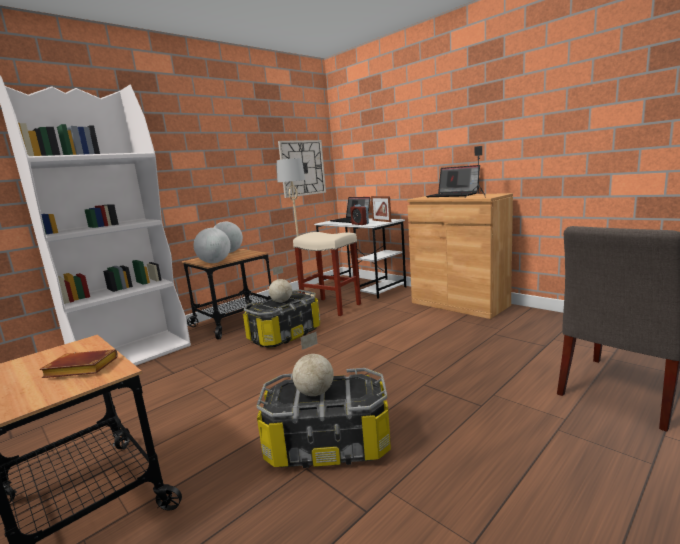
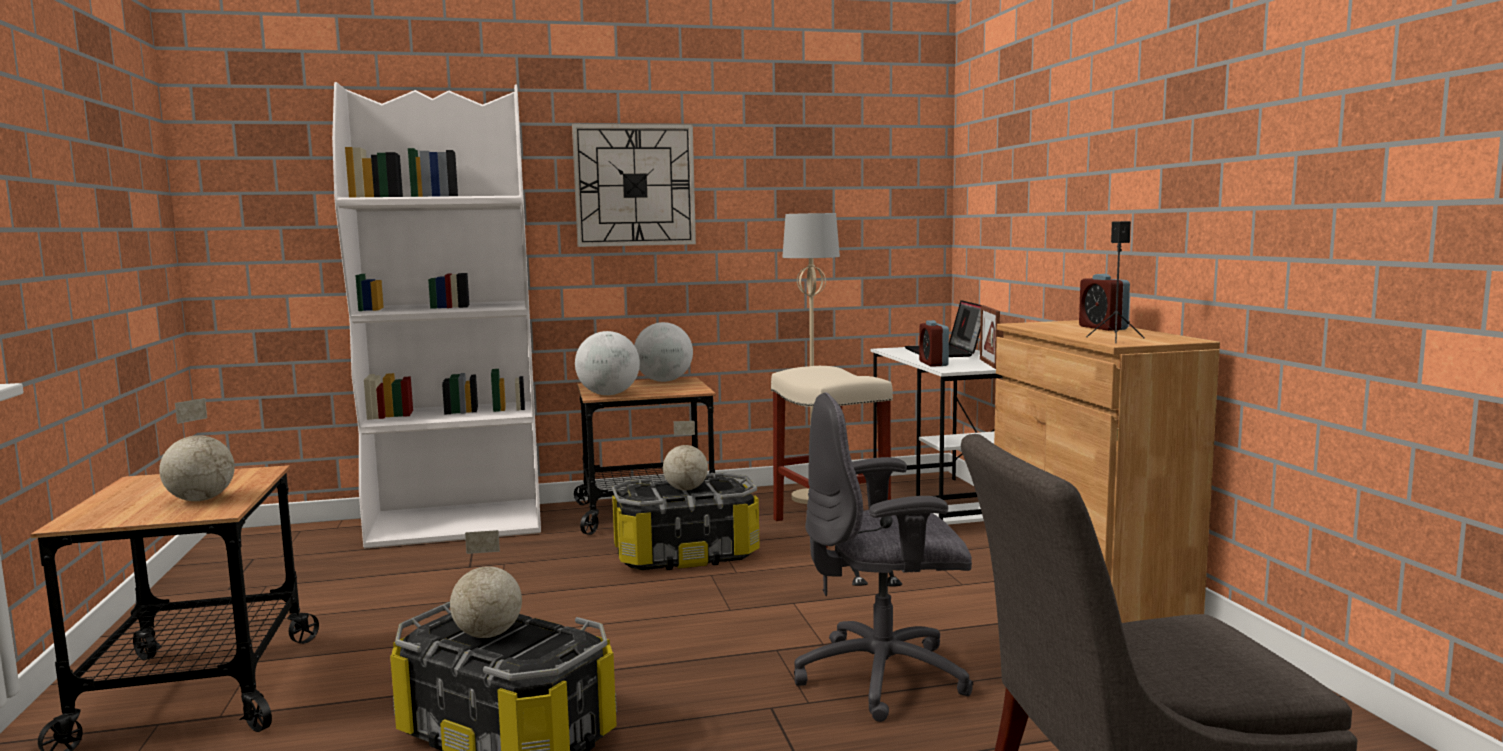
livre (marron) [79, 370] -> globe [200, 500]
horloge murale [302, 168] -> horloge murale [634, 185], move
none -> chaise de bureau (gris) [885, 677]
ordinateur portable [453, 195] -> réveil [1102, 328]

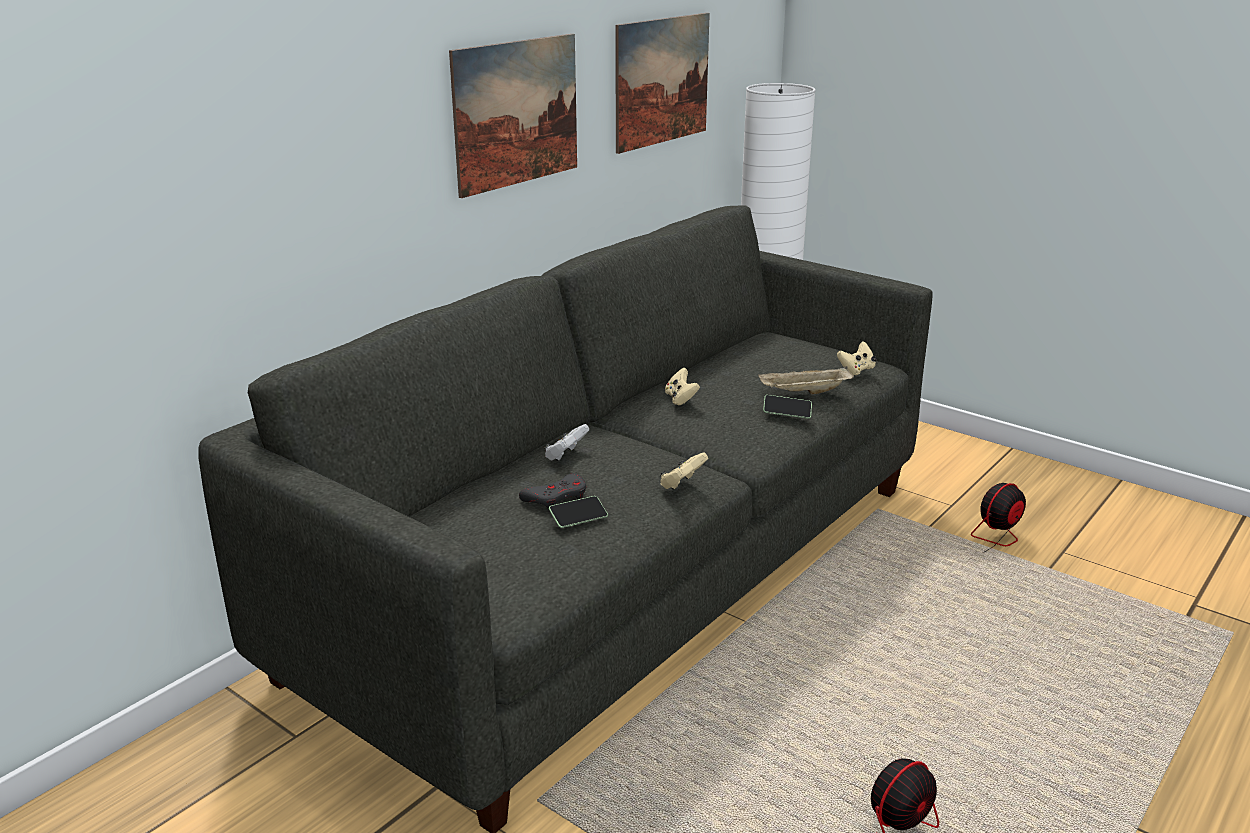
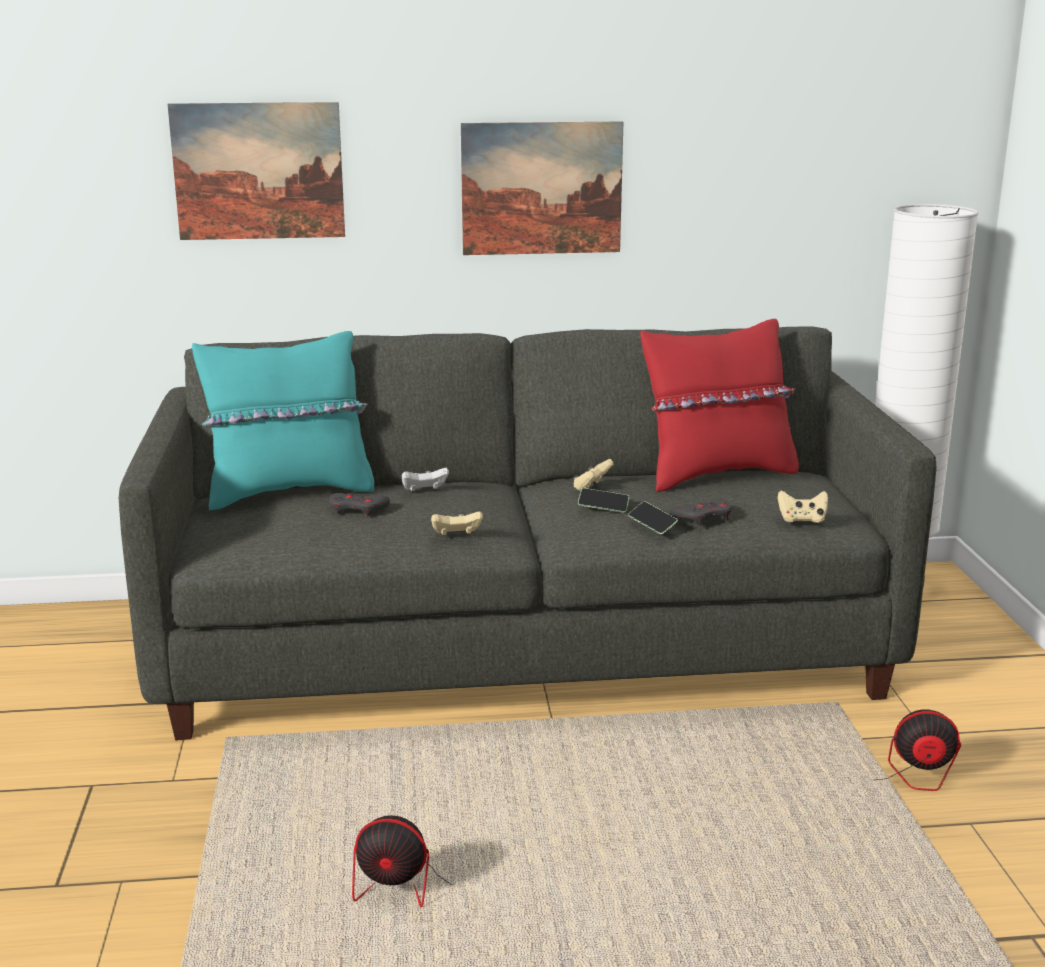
tableau [662, 81] -> tableau [258, 171], move
none -> coussin (turquoise) [289, 492]
téléphone [578, 519] -> téléphone [603, 507], move
none -> coussin (rouge) [717, 474]
plateau (beige) [804, 393] -> manette (gris) [704, 517]

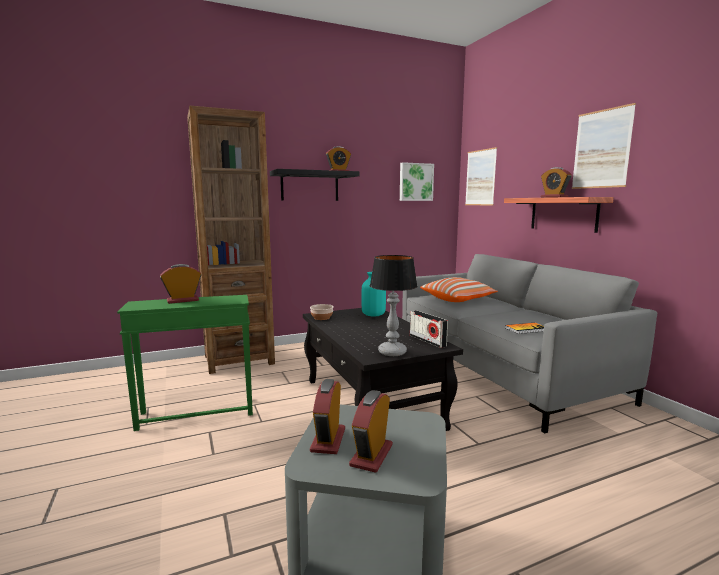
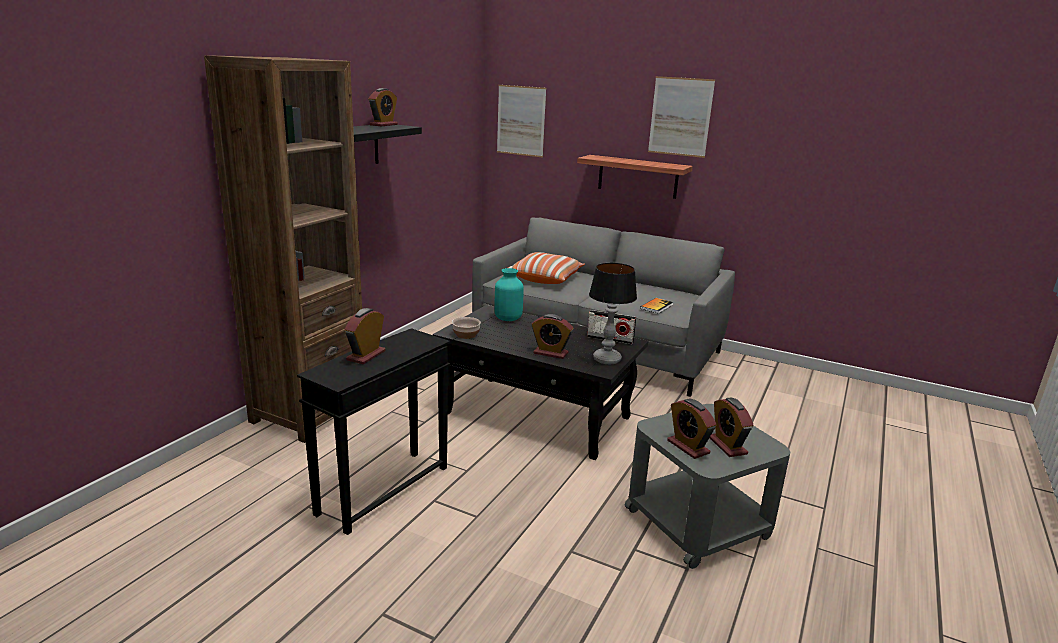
table d'appoint (vert) [196, 413] -> table d'appoint (noir) [382, 490]
réveil [554, 197] -> réveil [550, 353], move
tableau [415, 182] -> none

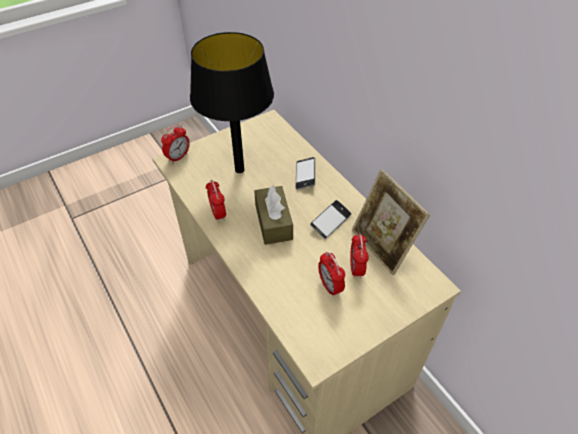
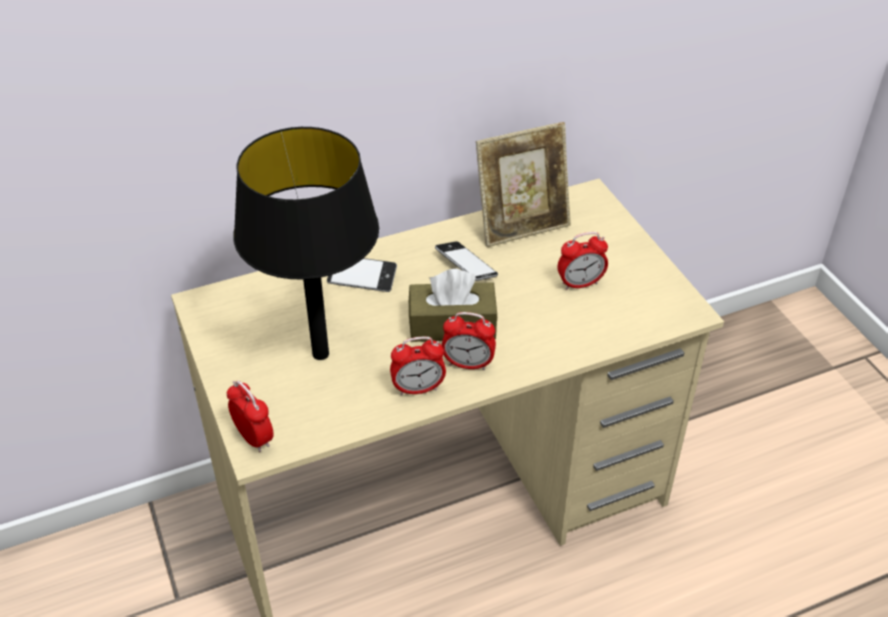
réveil [356, 268] -> réveil [468, 364], move

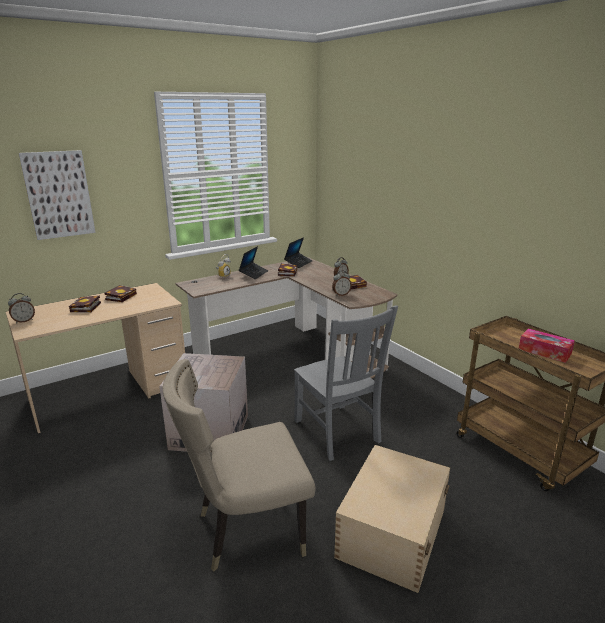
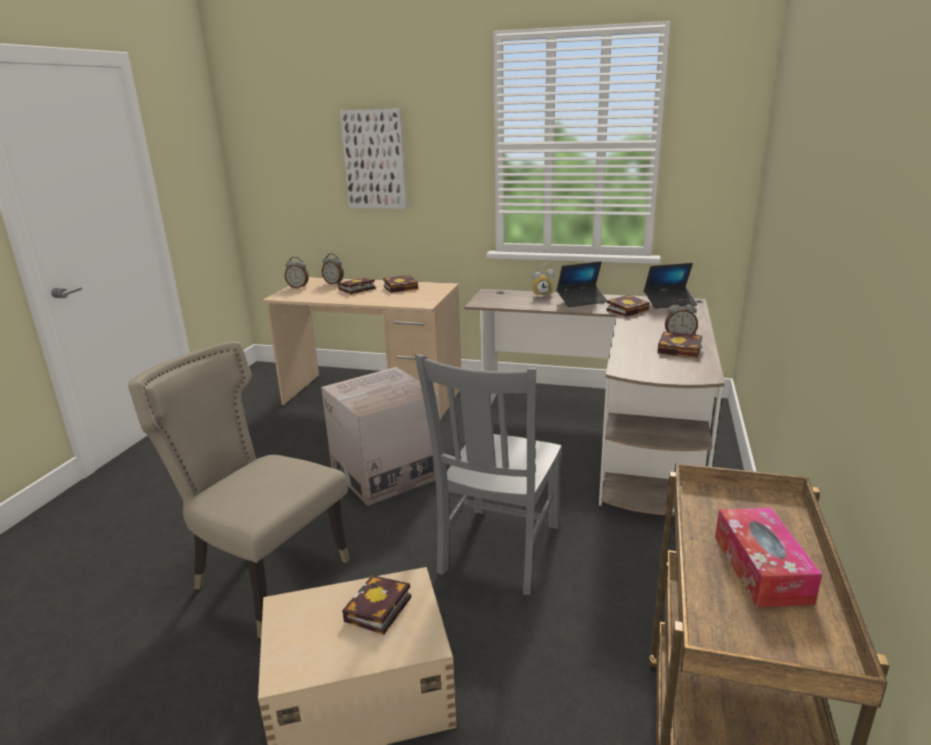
réveil [341, 294] -> réveil [334, 283], move
none -> livre [377, 611]

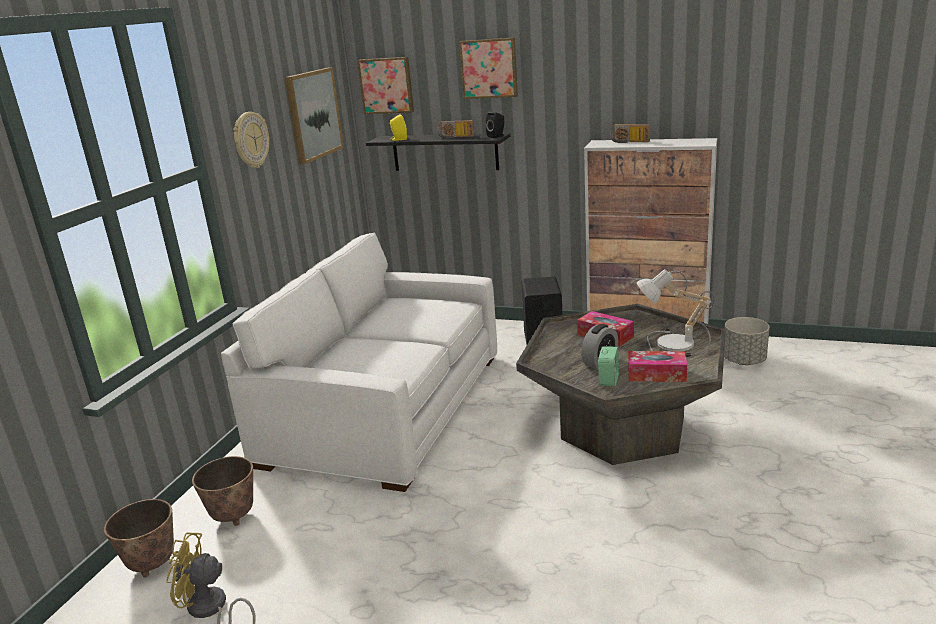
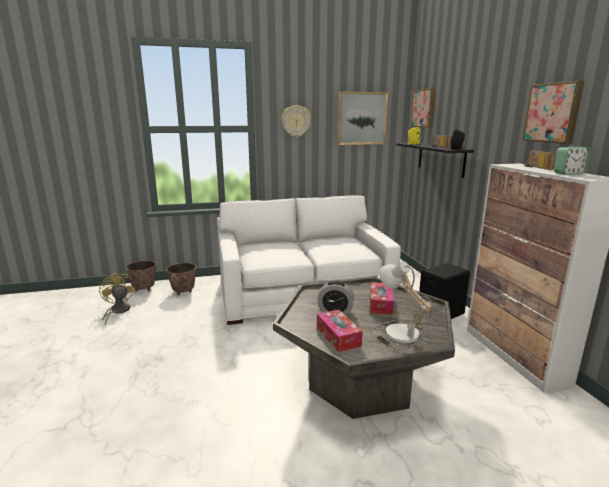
tableau [489, 68] -> tableau [553, 113], move
réveil [608, 380] -> réveil [569, 173], move
cache-pot (gris) [744, 360] -> none

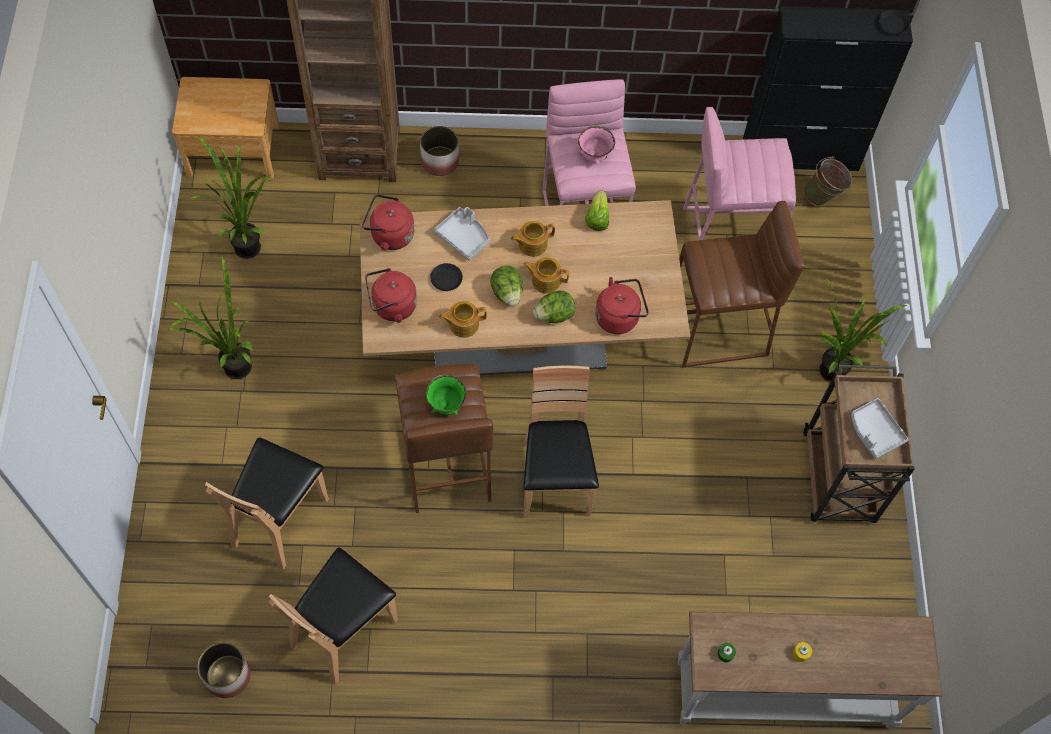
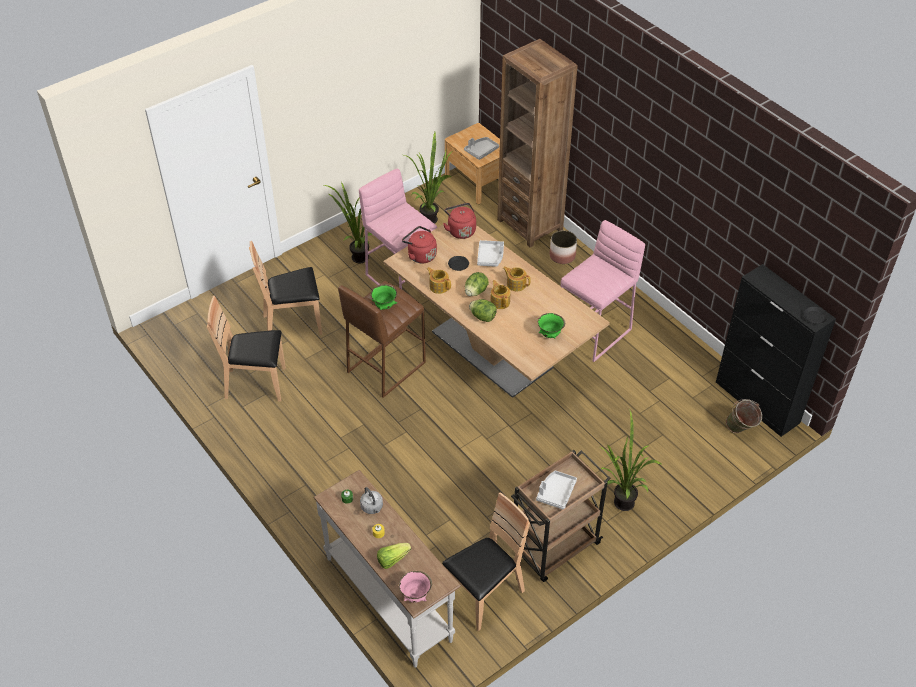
tabouret (rose) [726, 234] -> tabouret (rose) [401, 279], move
none -> bouilloire (gris) [372, 507]
laitue [597, 218] -> laitue [392, 559], move
bol (rose) [595, 156] -> bol (rose) [416, 596], move
chaise (marron) [555, 479] -> chaise (marron) [485, 595], move
none -> plateau (gris) [481, 151]
none -> bol (vert) [550, 335]
cache-pot [227, 675] -> none
bouilloire (rouge) [619, 317] -> none
tabouret (marron) [719, 331] -> none

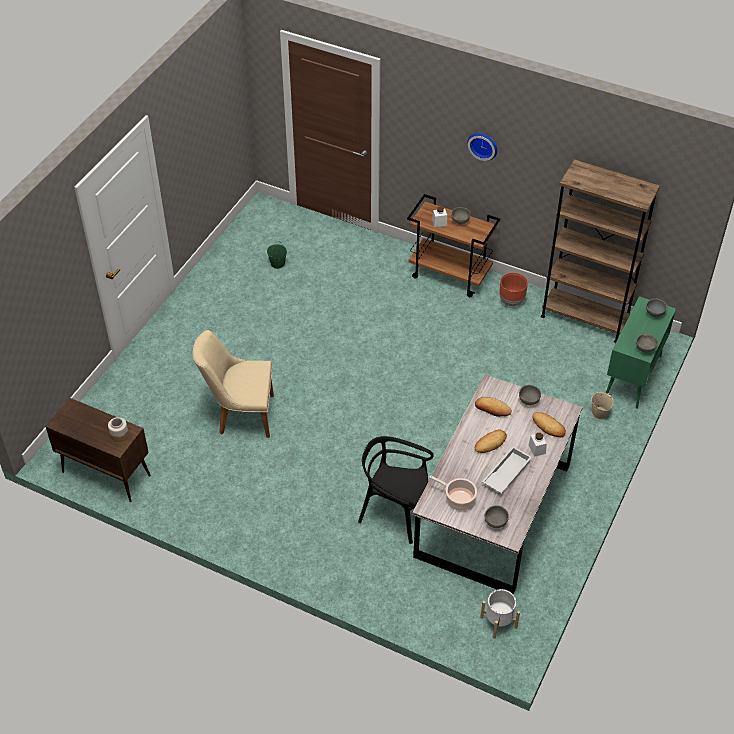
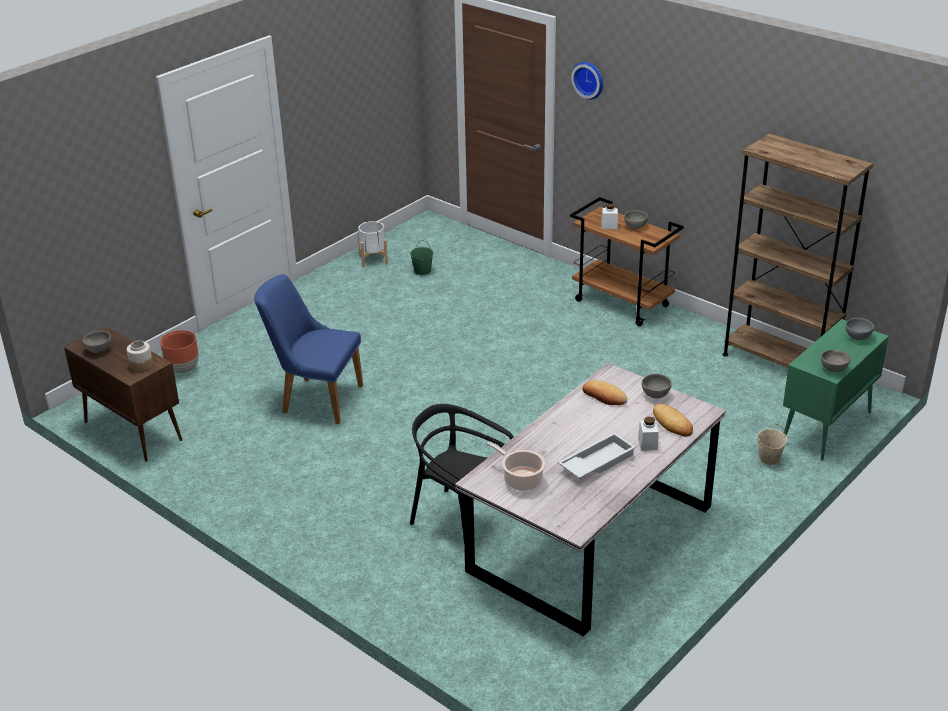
bol (gris) [495, 522] -> bol (gris) [98, 350], move
cache-pot (marron) [511, 301] -> cache-pot (marron) [183, 369], move
chaise (beige) [240, 415] -> chaise (bleu) [314, 398]
cache-pot (blanc) [498, 622] -> cache-pot (blanc) [373, 260], move
horloge murale [483, 145] -> horloge murale [589, 79], move
pain [490, 443] -> none

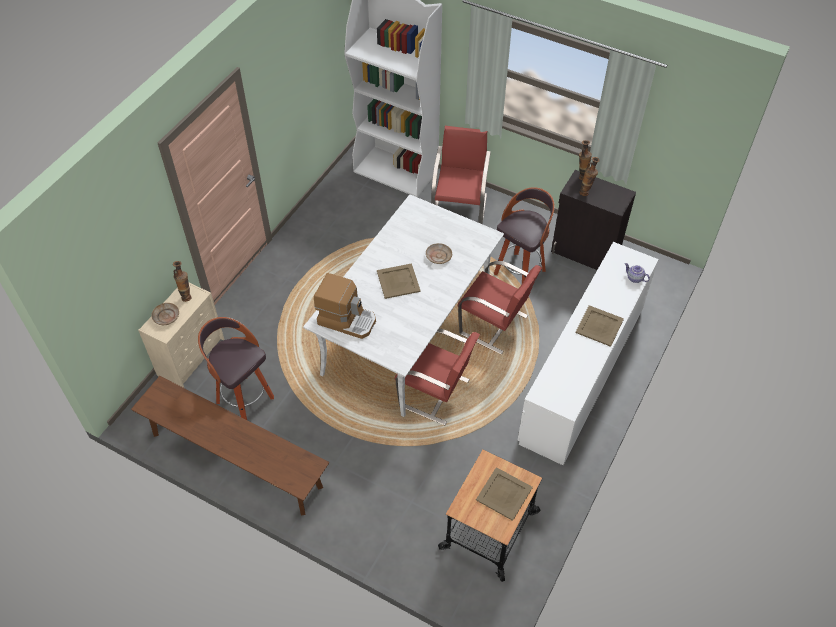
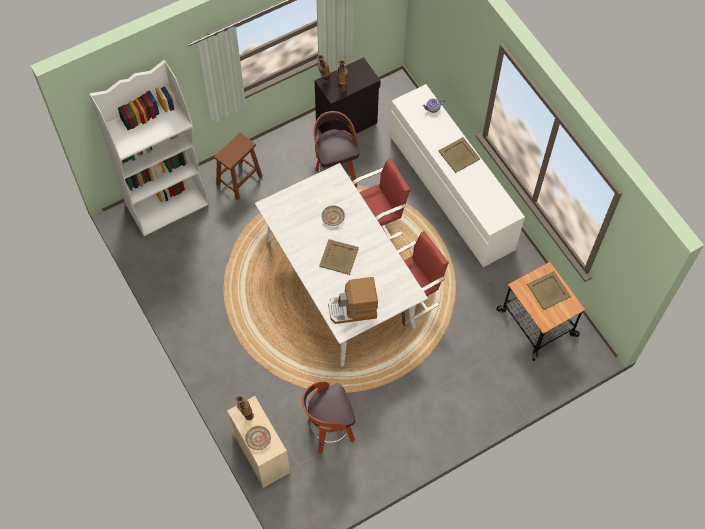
chaise (rouge) [460, 205] -> tabouret (marron) [239, 179]
machine à café [347, 320] -> machine à café [353, 310], 150 degrees counterclockwise
banc (marron) [236, 460] -> none

